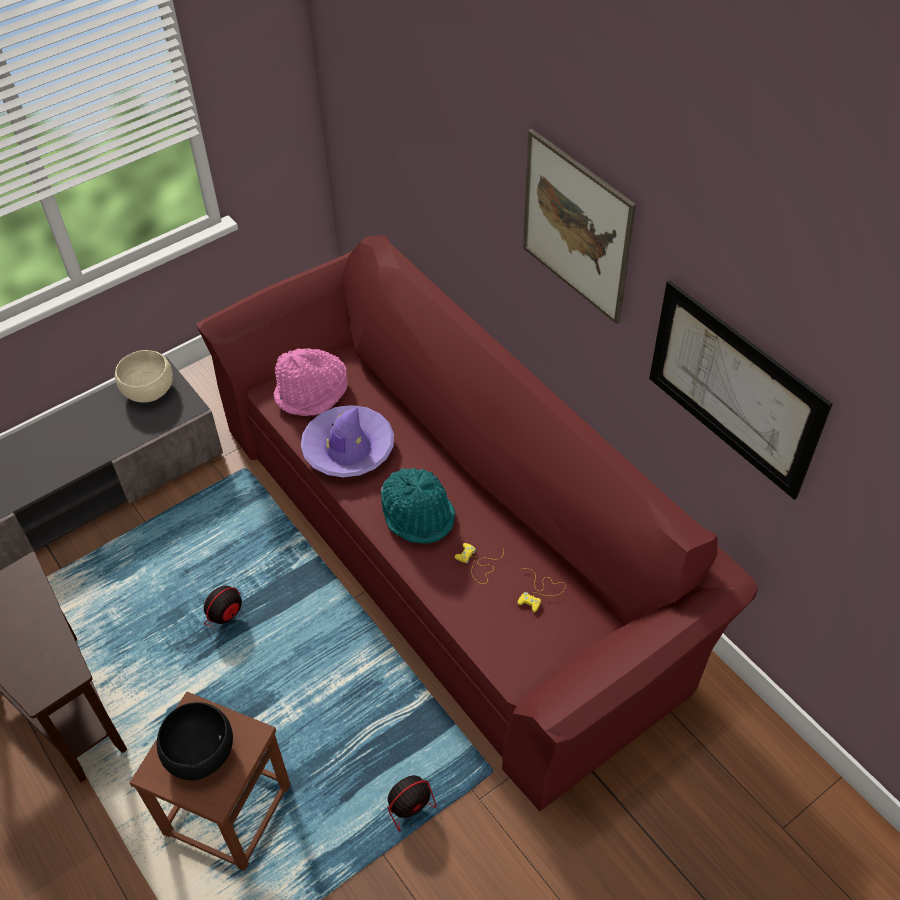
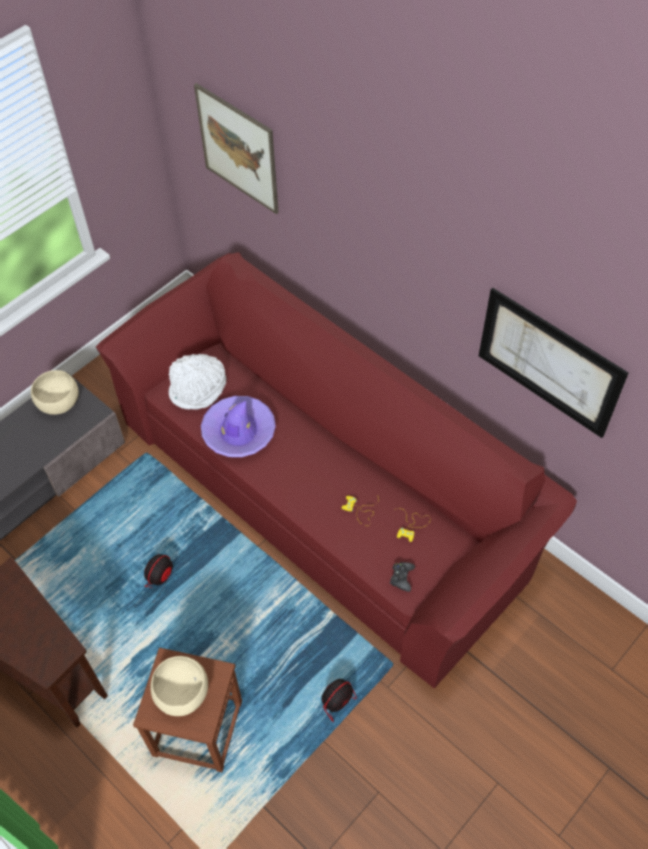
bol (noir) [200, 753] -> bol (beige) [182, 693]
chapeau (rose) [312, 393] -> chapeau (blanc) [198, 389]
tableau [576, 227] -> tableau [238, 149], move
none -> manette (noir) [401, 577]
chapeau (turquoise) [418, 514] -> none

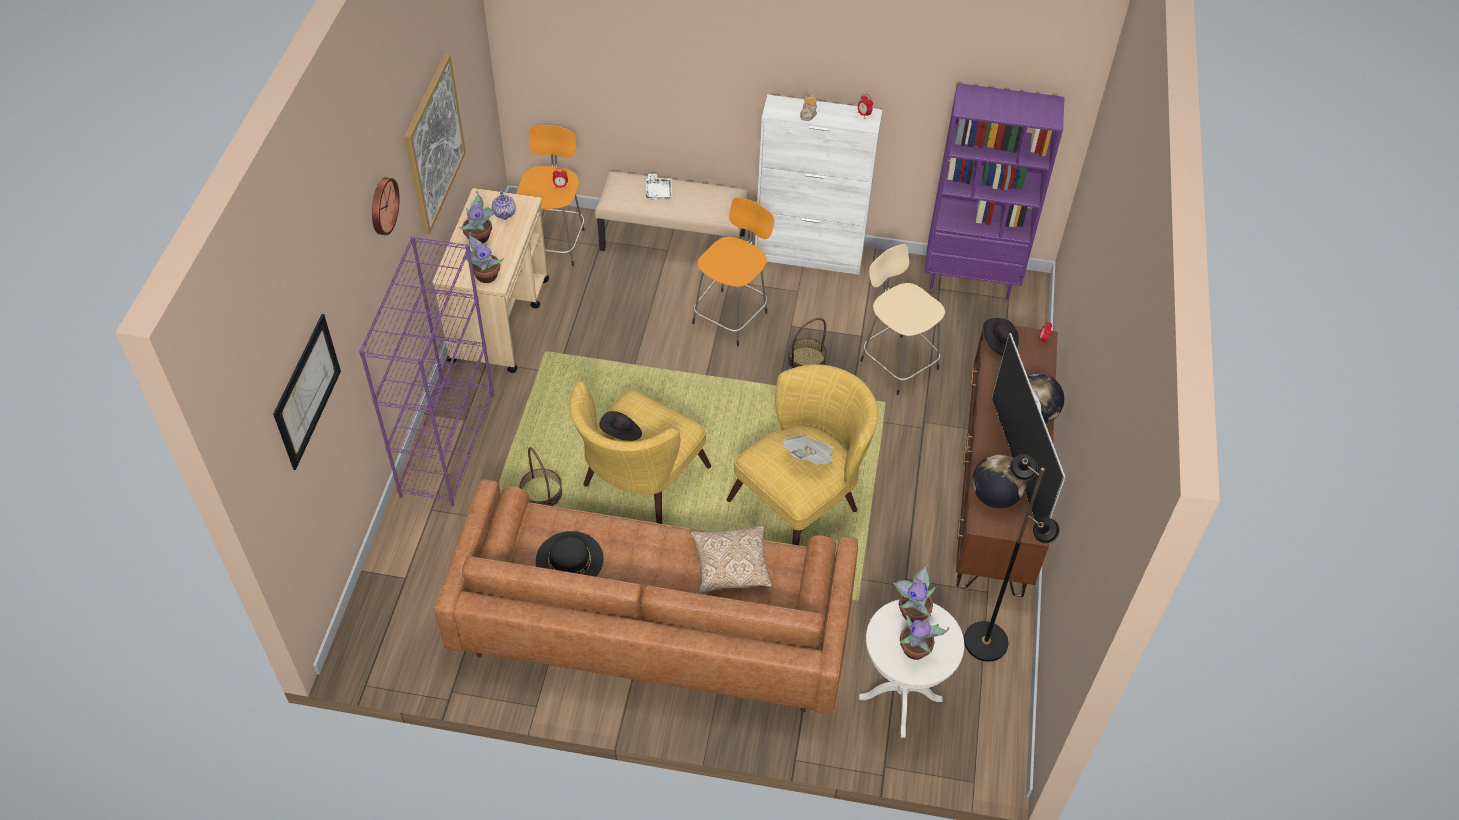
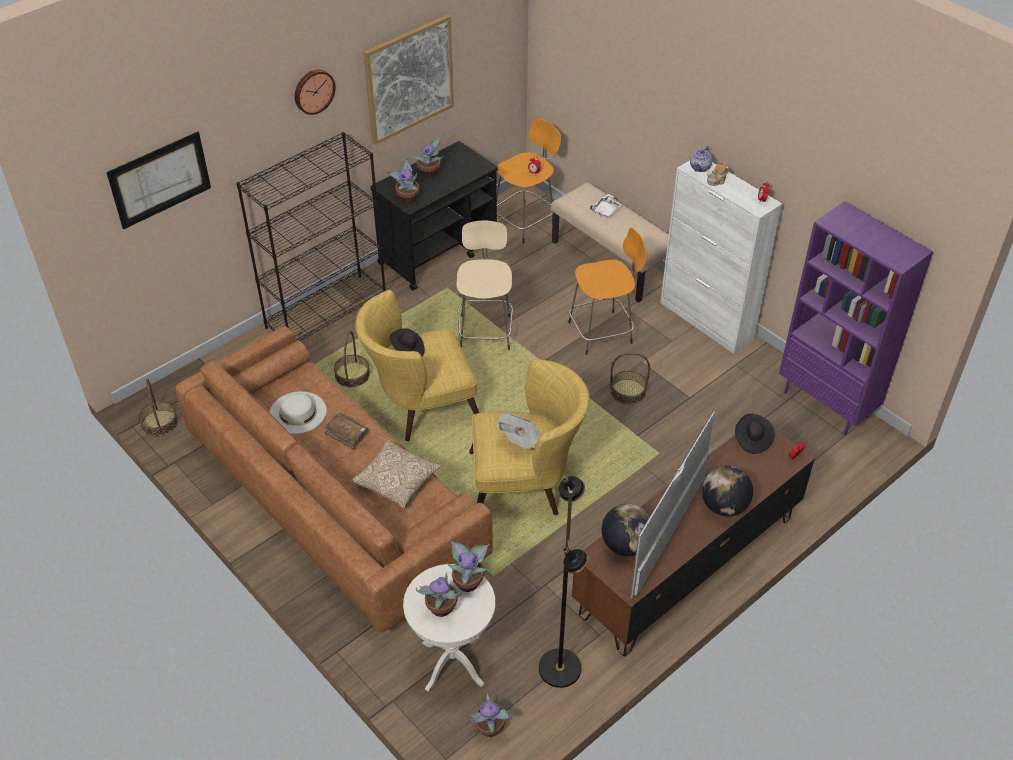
none -> panier [159, 423]
bibliothèque (violet) [447, 443] -> bibliothèque (noir) [327, 311]
chapeau (noir) [569, 559] -> chapeau (blanc) [298, 412]
none -> livre (marron) [346, 434]
chariot (beige) [500, 319] -> chariot (noir) [439, 253]
tabouret (beige) [897, 363] -> tabouret (beige) [485, 331], move
none -> plante en pot [490, 728]
théière [505, 213] -> théière [700, 168], move

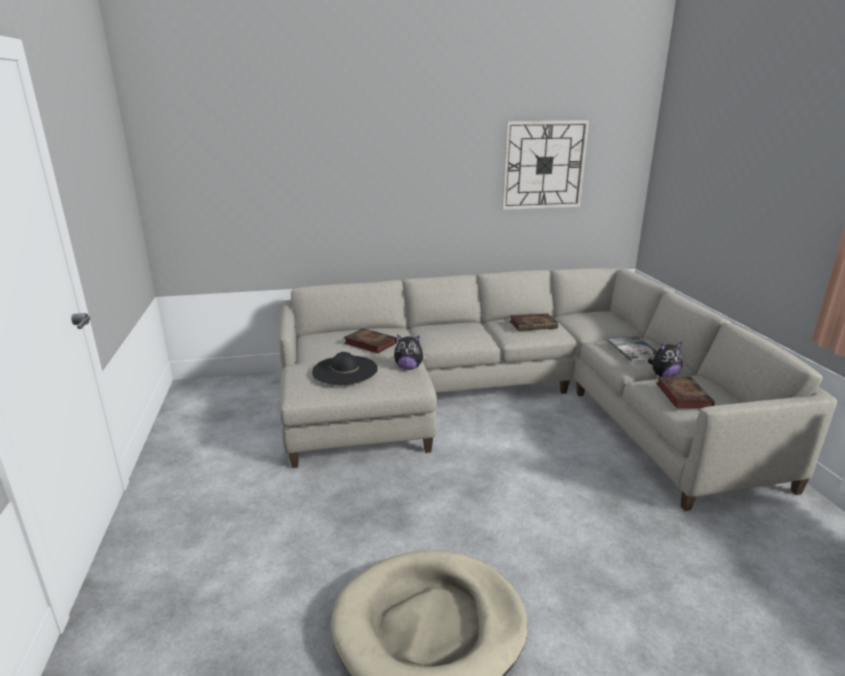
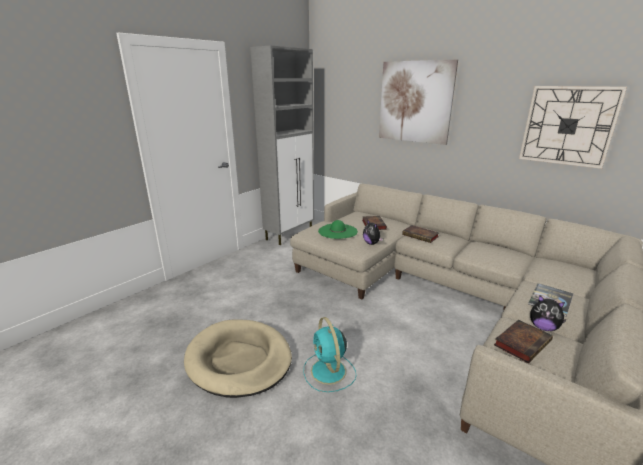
none -> meuble de rangement (gris) [290, 234]
none -> ventilateur (turquoise) [329, 372]
chapeau (noir) [345, 370] -> chapeau (vert) [338, 231]
none -> tableau [415, 102]
livre [534, 325] -> livre [421, 236], move

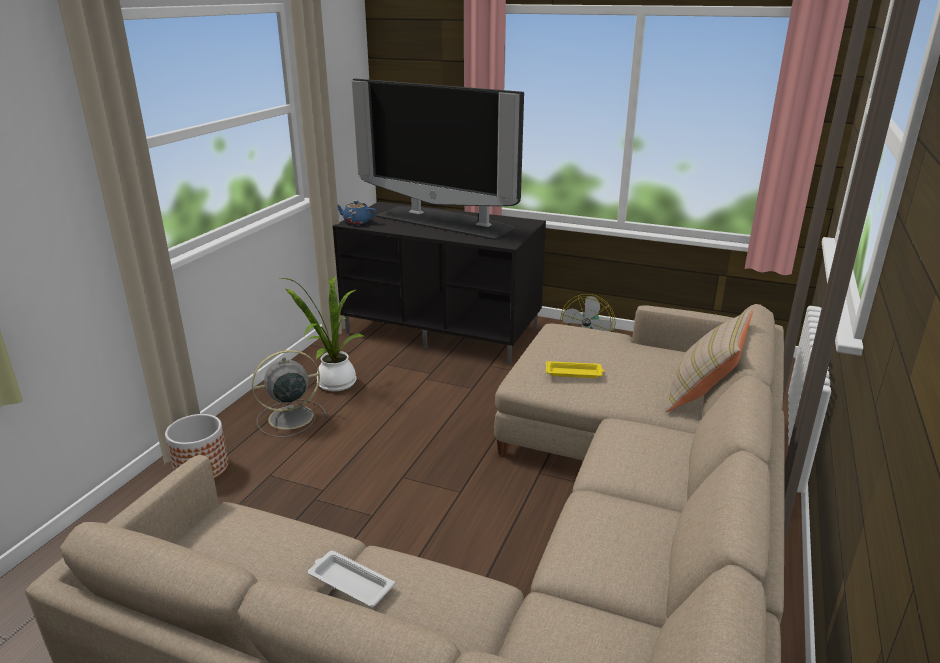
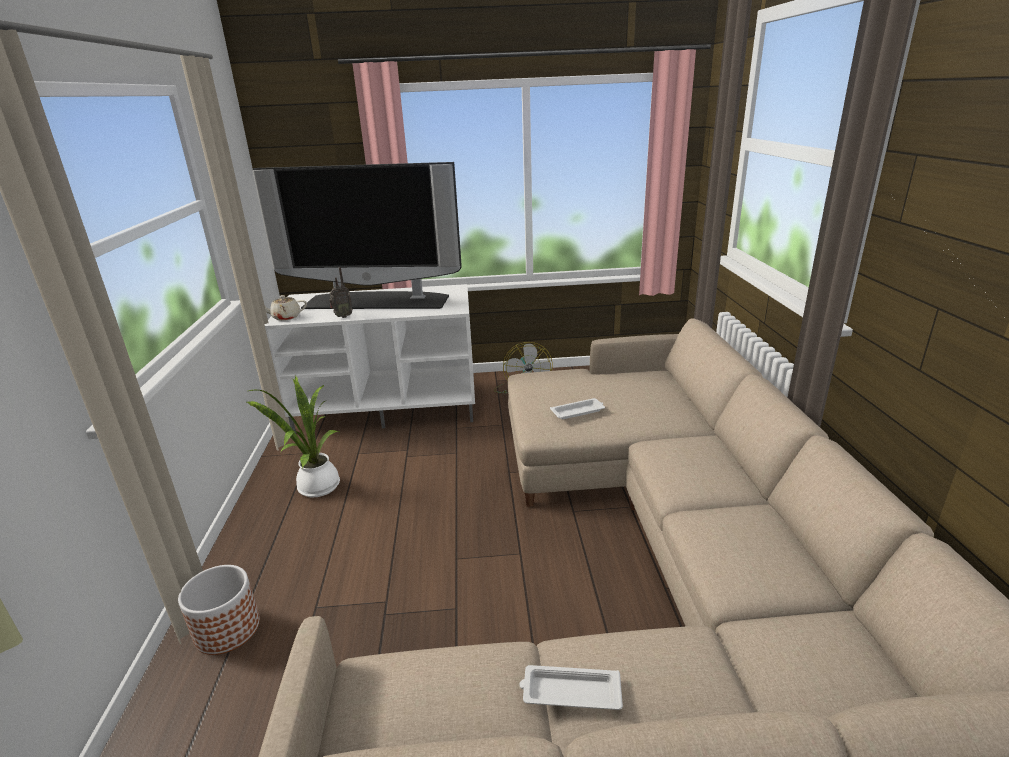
meuble télé (noir) [444, 330] -> meuble télé (blanc) [389, 406]
théière (bleu) [356, 222] -> théière (beige) [285, 317]
none -> radio [342, 316]
plateau (jaune) [574, 373] -> plateau (blanc) [578, 411]
ventilateur (gris) [289, 418] -> none
coussin (beige) [703, 395] -> none

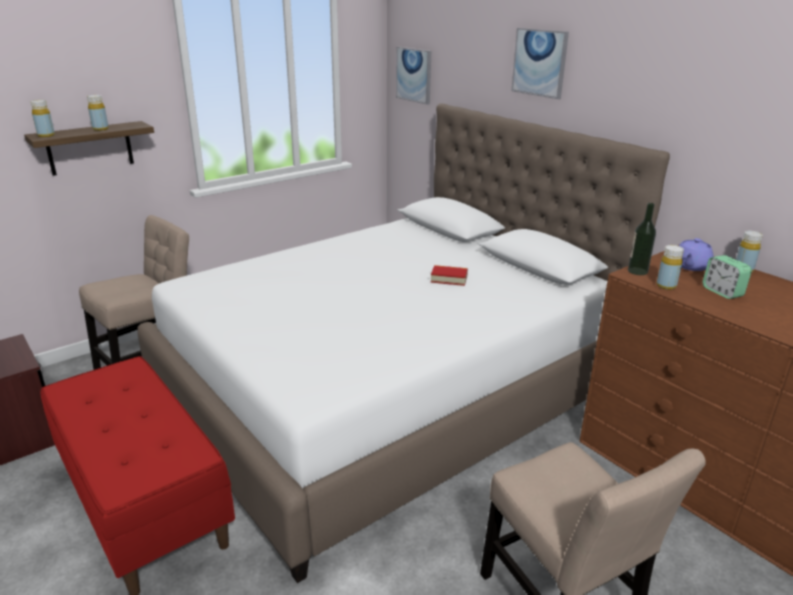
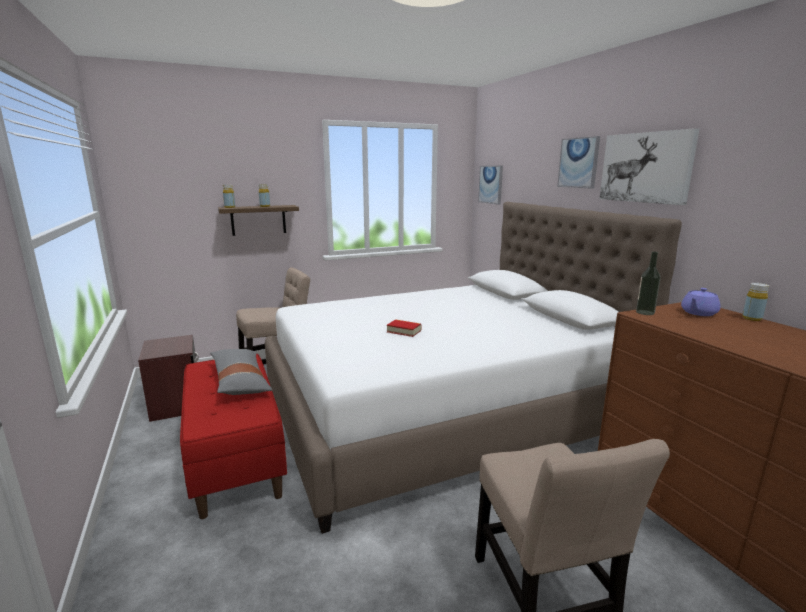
none -> coussin (gris) [240, 381]
livre [449, 279] -> livre [404, 331], move
none -> tableau [646, 167]
bouteille (jaune) [666, 286] -> none
réveil [722, 292] -> none

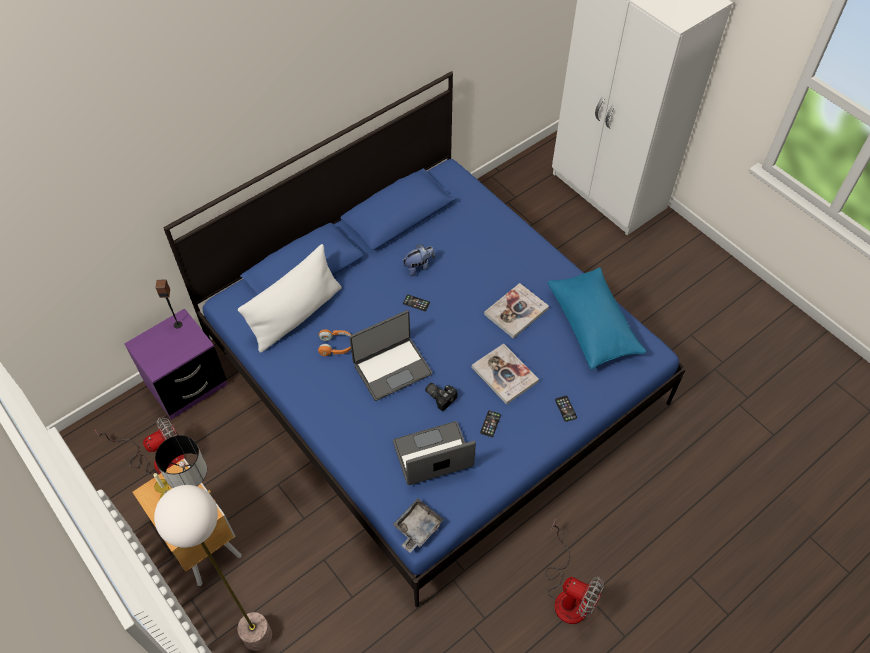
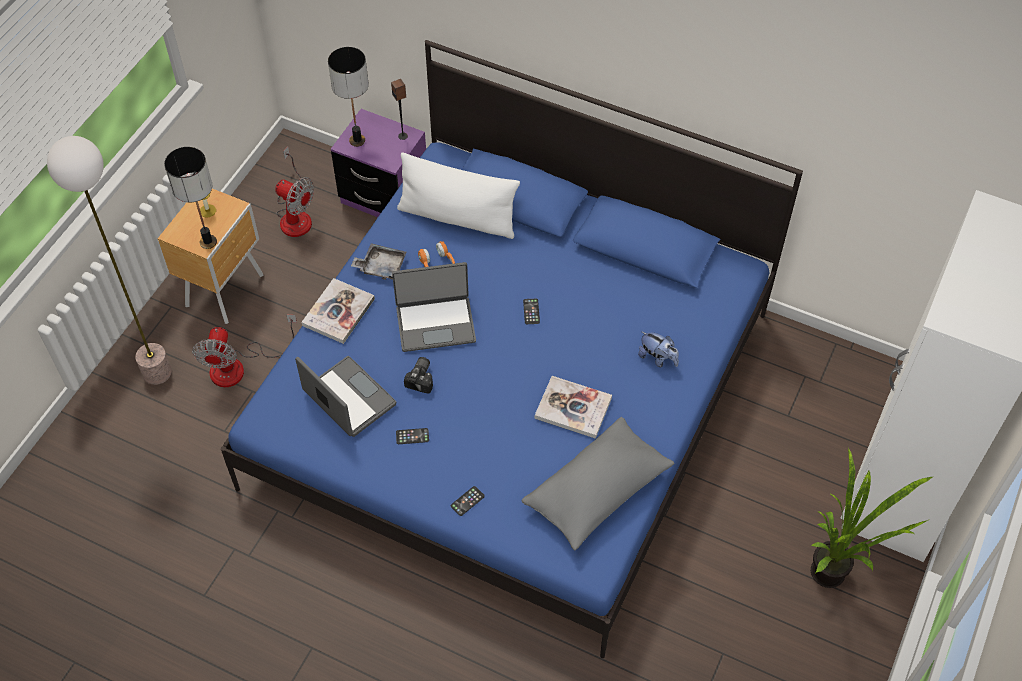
ventilateur [567, 594] -> ventilateur [239, 366], move
livre [504, 374] -> livre [338, 312], move
none -> lampe de table [357, 141]
plateau (gris) [417, 528] -> plateau (gris) [381, 266], move
ordinateur portable [392, 368] -> ordinateur portable [435, 323], 45 degrees counterclockwise
coussin (bleu) [593, 325] -> coussin (gris) [597, 492]
peluche [418, 267] -> peluche [657, 358], move
none -> plante en pot [835, 576]

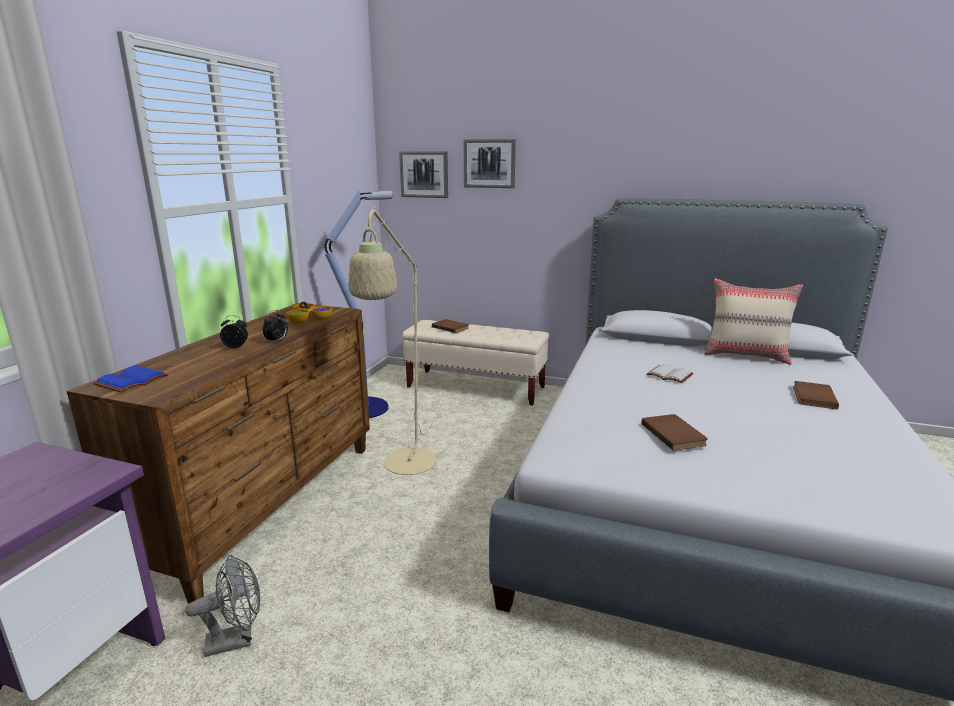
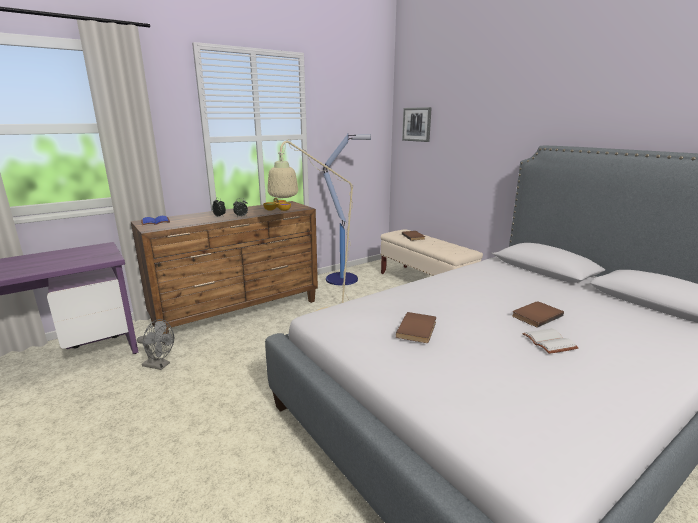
livre (marron) [812, 397] -> livre (marron) [535, 315], move
livre (blanc) [670, 375] -> livre (blanc) [550, 342], move
tableau [489, 163] -> none
coussin (beige) [746, 355] -> none

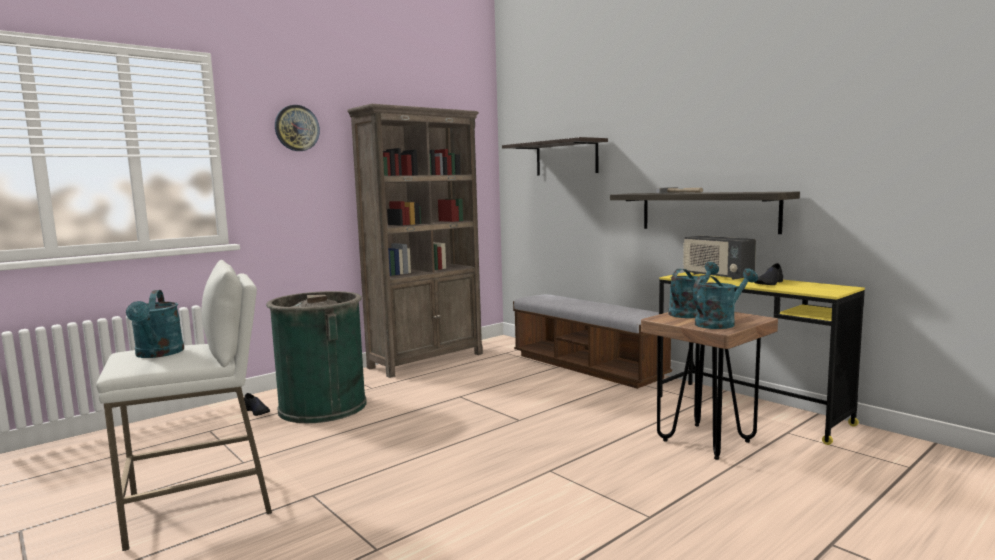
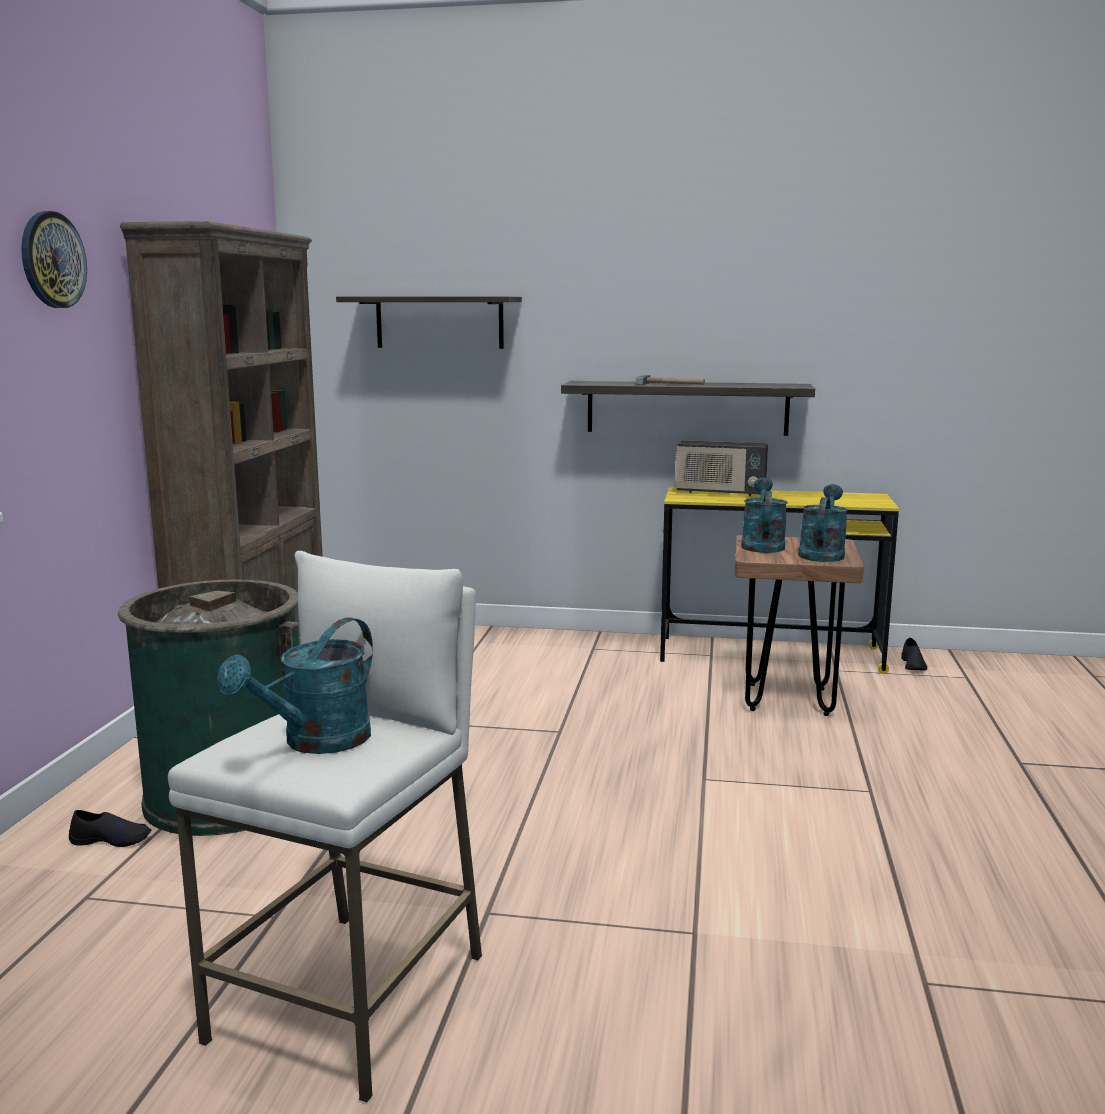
arrosoir (turquoise) [158, 354] -> arrosoir (turquoise) [316, 743], 90 degrees clockwise
chaussure (noir) [769, 283] -> chaussure (noir) [913, 665], move
banc [587, 366] -> none

